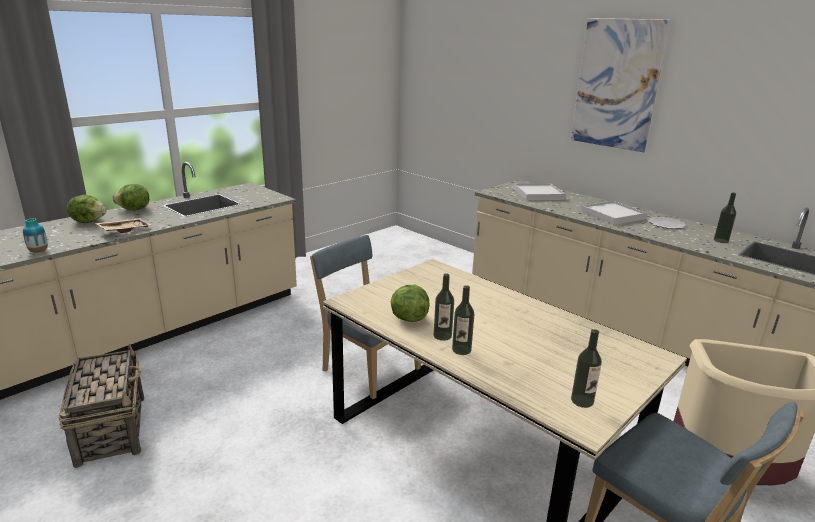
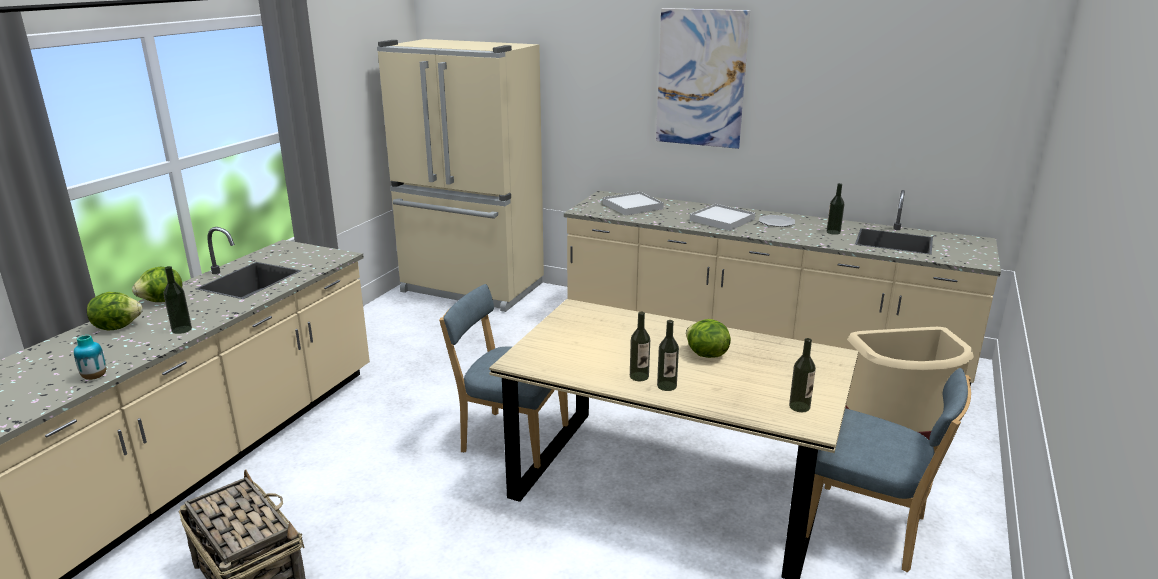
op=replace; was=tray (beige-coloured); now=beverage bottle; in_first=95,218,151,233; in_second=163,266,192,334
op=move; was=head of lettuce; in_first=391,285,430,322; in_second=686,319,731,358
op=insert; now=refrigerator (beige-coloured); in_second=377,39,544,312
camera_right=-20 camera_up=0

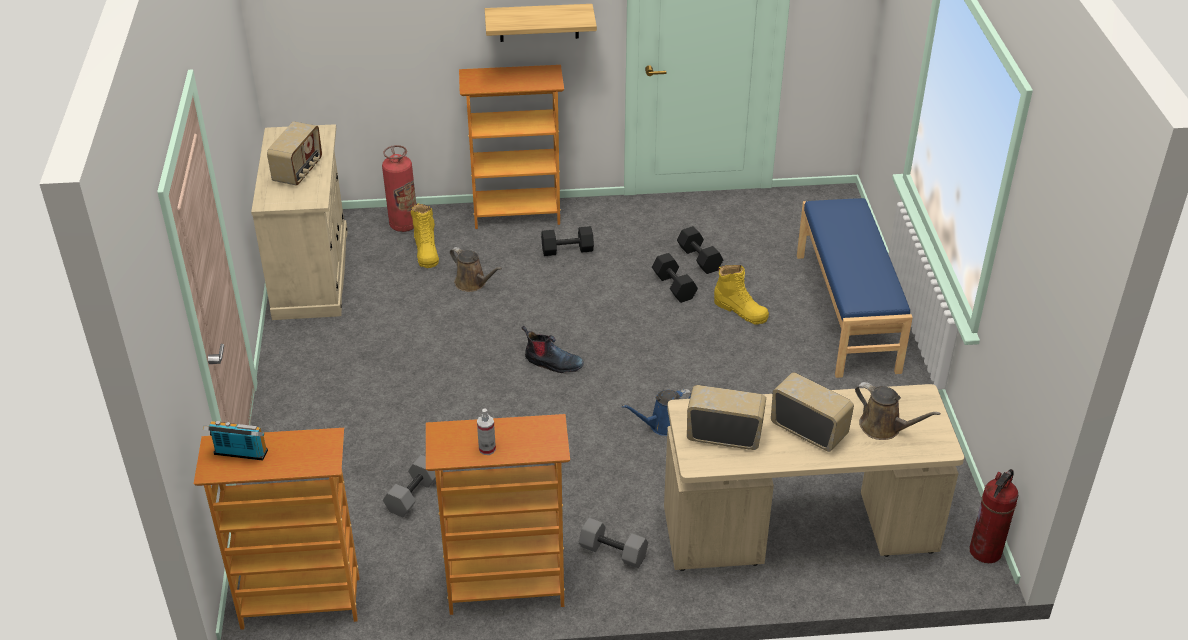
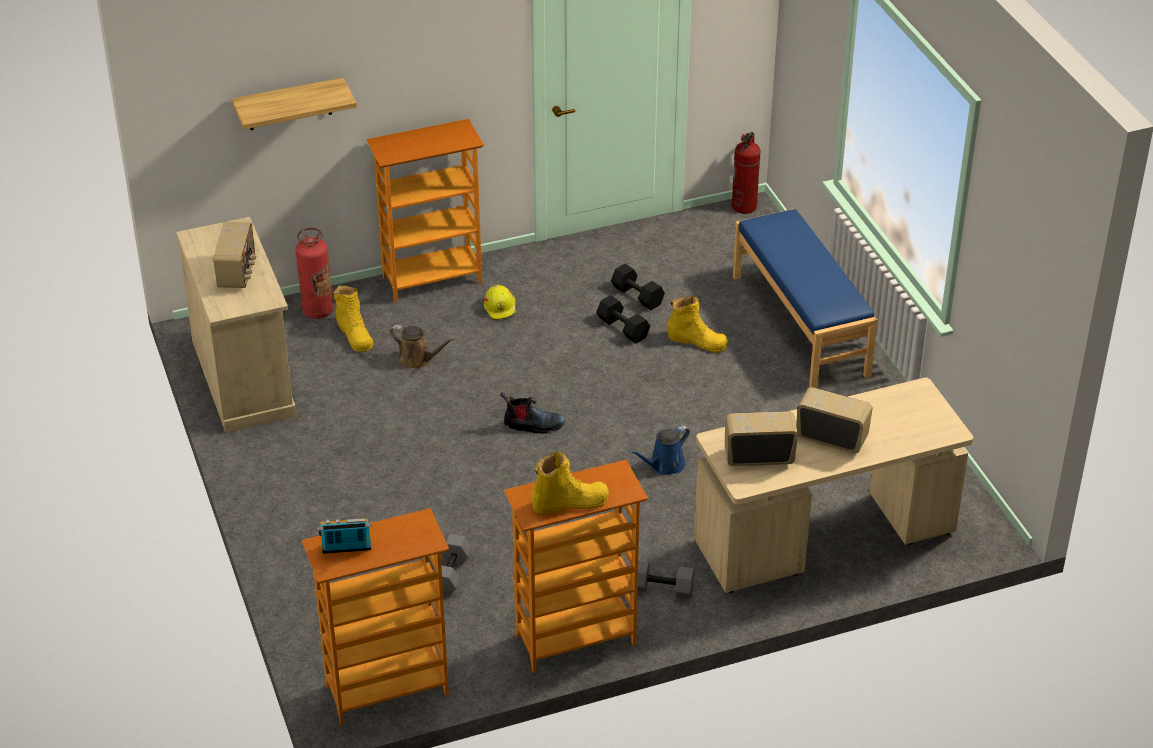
op=replace; was=hand sprayer; now=tall boot (yellowish); in_first=477,408,496,455; in_second=532,452,609,514
op=move; was=shelf; in_first=485,4,597,42; in_second=232,77,357,130
op=replace; was=free weight (black-coloured); now=hard hat (yellowish); in_first=541,226,594,256; in_second=484,285,517,320
op=delete; was=watering can (brown); in_first=855,382,941,440
op=move; was=extinguisher; in_first=970,469,1018,563; in_second=732,132,760,214
camera_right=-15 camera_up=0

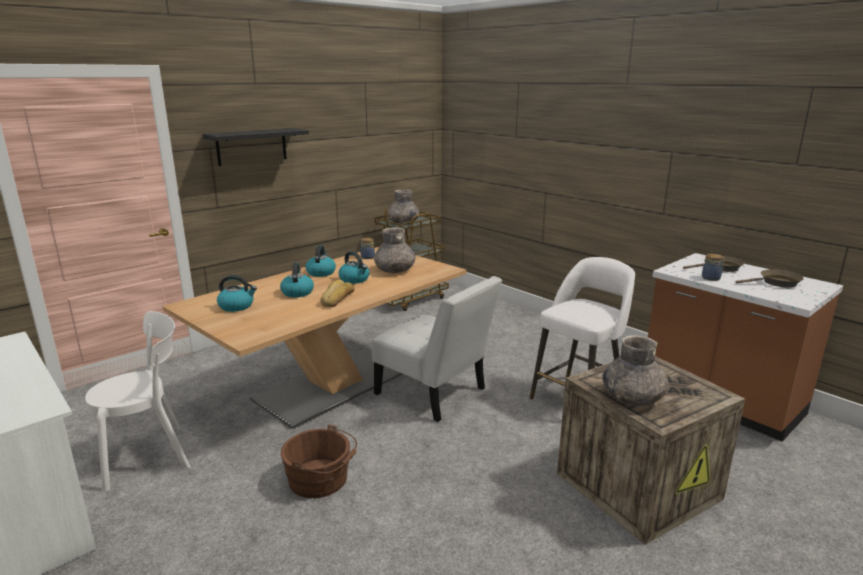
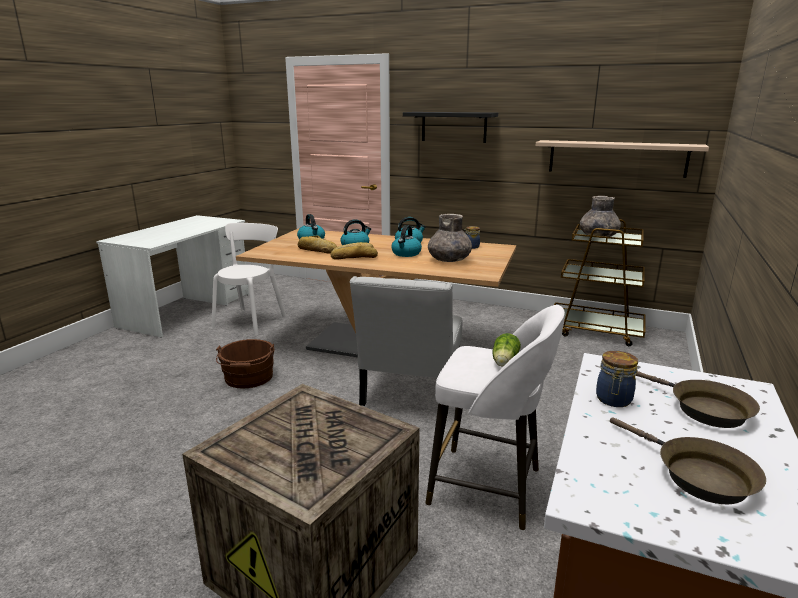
op=rotate; was=chair (white-coloured); in_first=85,311,190,492; in_second=212,223,286,335; clockwise=-105
op=delete; was=flower vase (greyish); in_first=602,335,669,406
op=insert; now=bakery bread; in_second=298,236,337,254
op=insert; now=head of lettuce; in_second=492,333,521,366
op=insert; now=shelf; in_second=535,140,709,178
camera_right=65 camera_up=0

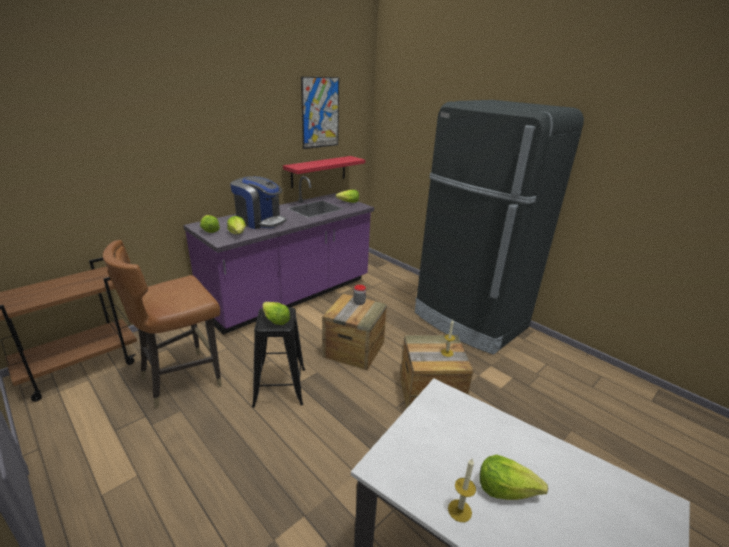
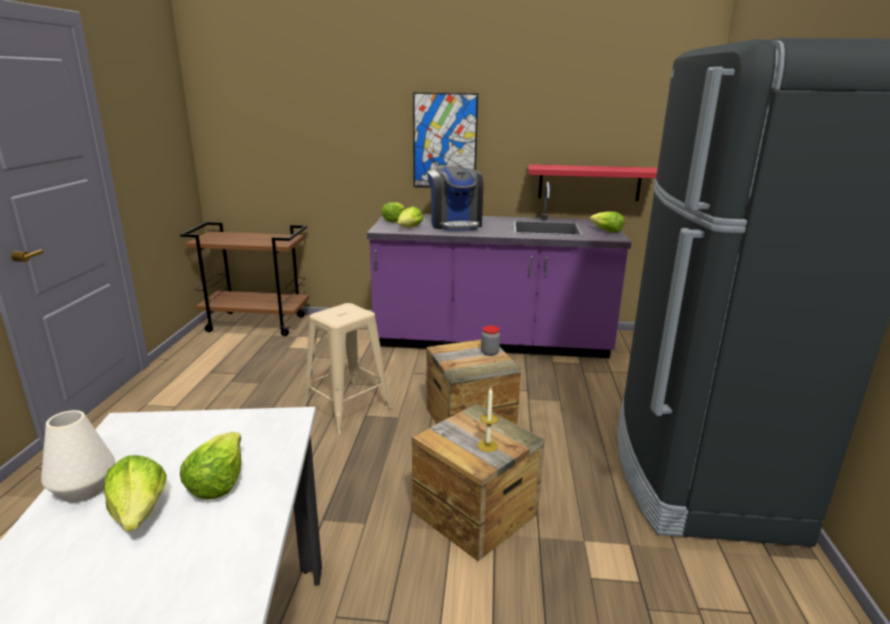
op=delete; was=chair (brown); in_first=103,240,222,408
op=recolor; was=stool (black-coloured); now=stool (beige-coloured); in_first=252,307,305,407; in_second=304,303,392,434
op=move; was=head of lettuce; in_first=262,302,290,325; in_second=180,432,242,500
op=move; was=wall picture; in_first=301,77,339,149; in_second=413,93,478,188
op=replace; was=wax candle; now=flower vase (white-coloured); in_first=448,459,476,522; in_second=41,410,115,503
camera_right=50 camera_up=-5

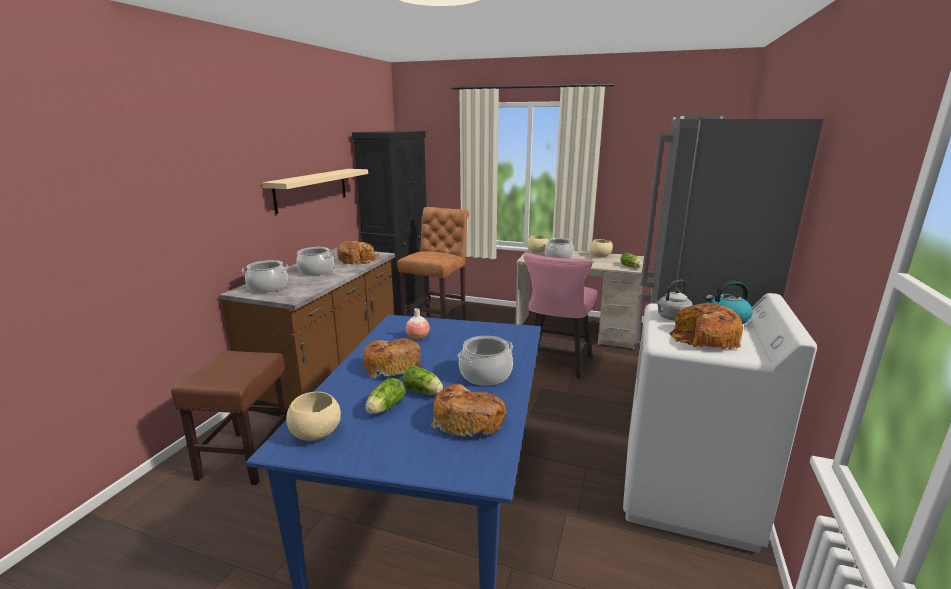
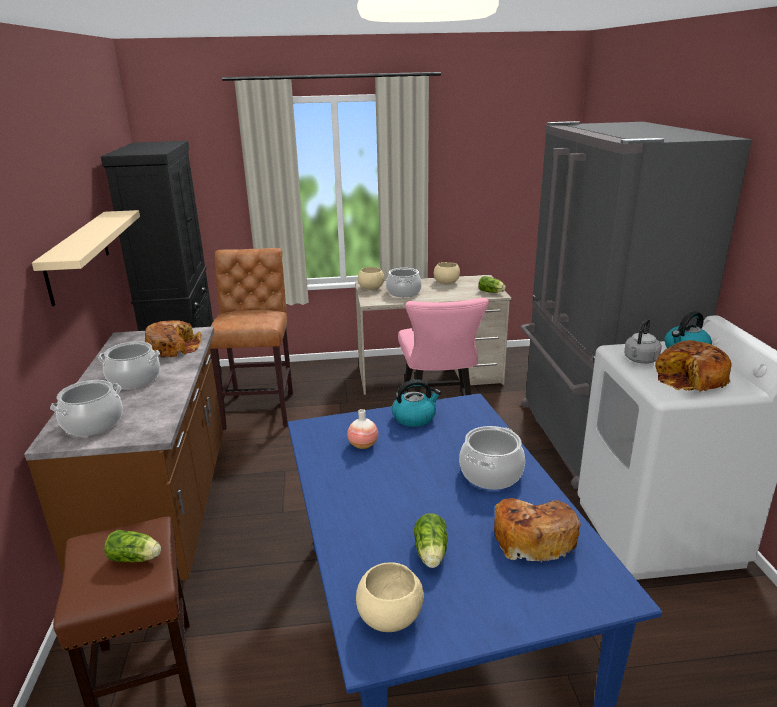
op=delete; was=bakery bread; in_first=363,338,421,378
op=move; was=head of lettuce; in_first=402,365,443,395; in_second=104,530,161,562
op=insert; now=kettle; in_second=392,380,441,427
camera_right=-25 camera_up=5

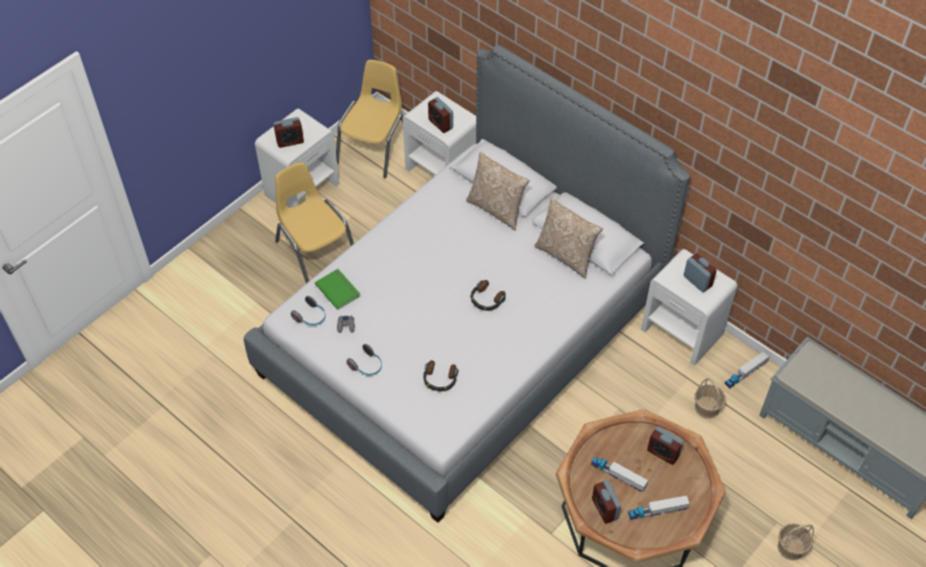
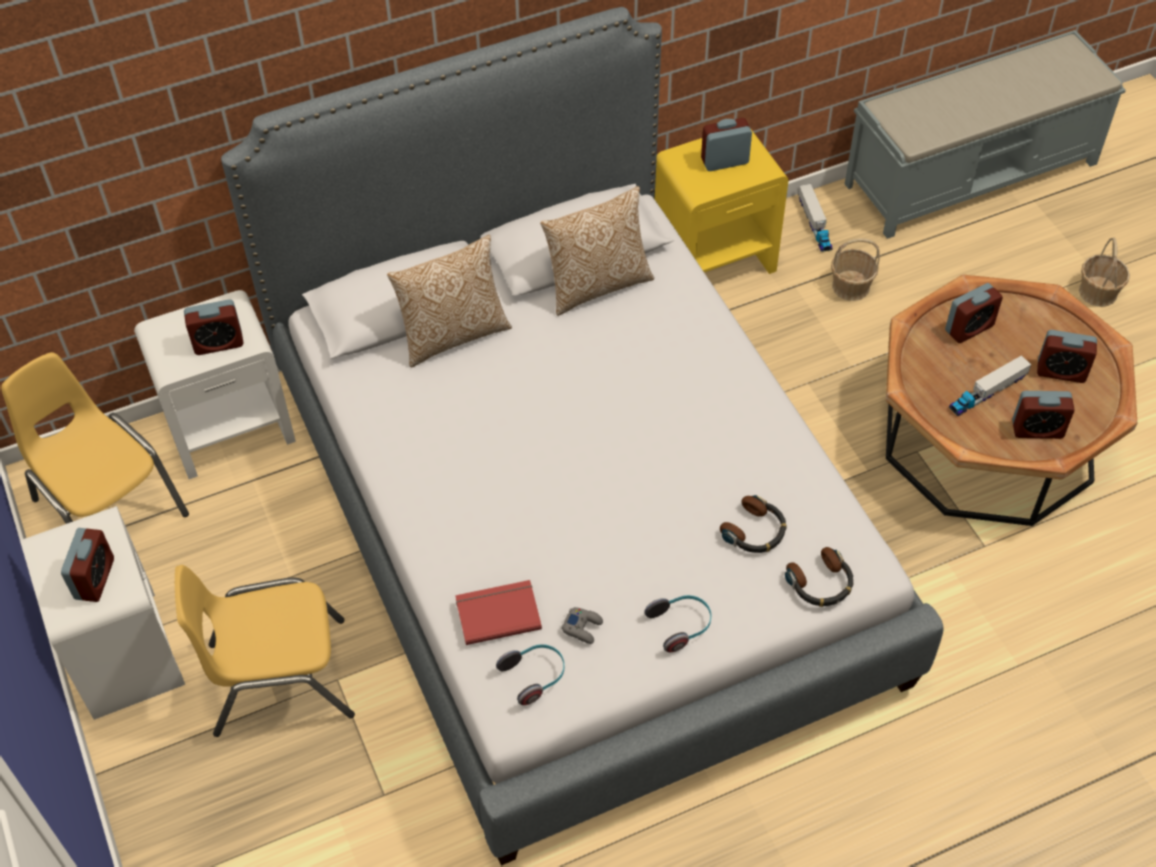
op=recolor; was=book (greenish); now=book (red); in_first=315,269,360,310; in_second=455,580,542,645
op=move; was=pair of headphones; in_first=471,280,506,311; in_second=785,547,854,607
op=replace; was=toy lorry; now=table clock; in_first=628,496,690,520; in_second=1037,330,1097,383
op=recolor; was=night table (white-coloured); now=night table (yellowish); in_first=641,249,738,366; in_second=655,128,789,274
camera_right=-65 camera_up=0

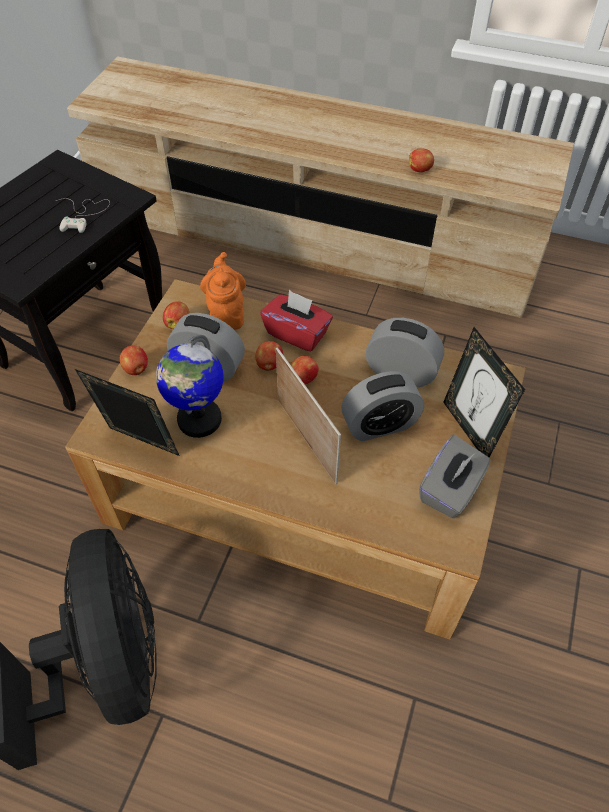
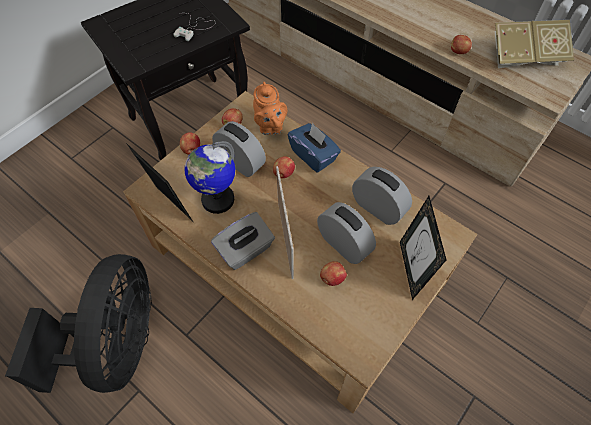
op=rotate; was=tea pot (orangey); in_first=200,252,246,330; in_second=253,82,287,135; clockwise=150
op=recolor; was=tissue holder (red); now=tissue holder (blue-coloured); in_first=260,290,333,352; in_second=288,123,341,173
op=move; was=apple; in_first=291,356,319,384; in_second=320,261,347,286
op=rotate; was=table clock; in_first=341,371,424,441; in_second=317,202,376,264; clockwise=-135
op=move; was=tissue holder (greyish); in_first=419,435,491,518; in_second=211,212,275,270
op=insert; now=book; in_second=495,20,574,68
camera_right=20 camera_up=5

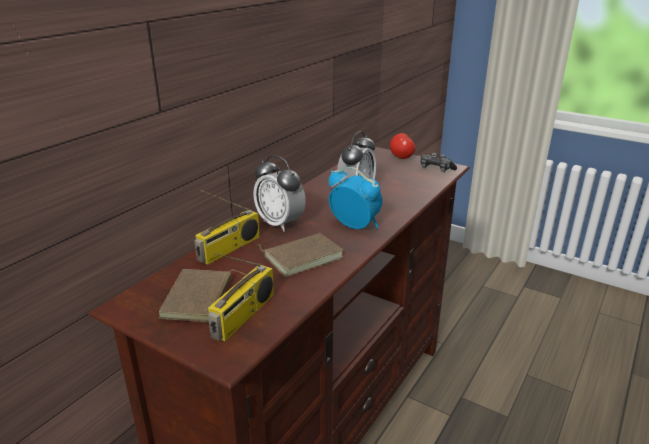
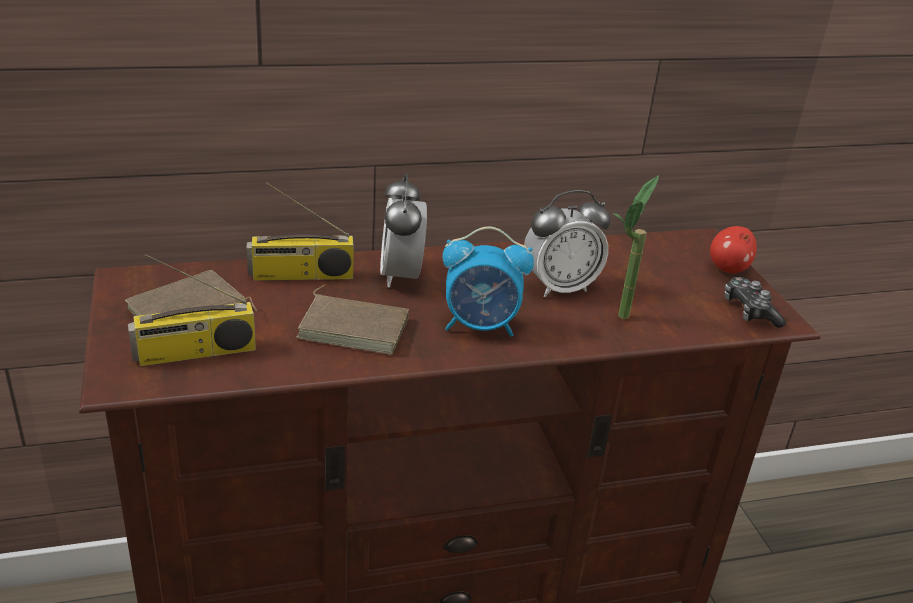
op=rotate; was=table clock; in_first=329,167,382,229; in_second=443,226,534,337; clockwise=105
op=insert; now=potted plant; in_second=613,175,659,319
camera_right=40 camera_up=5

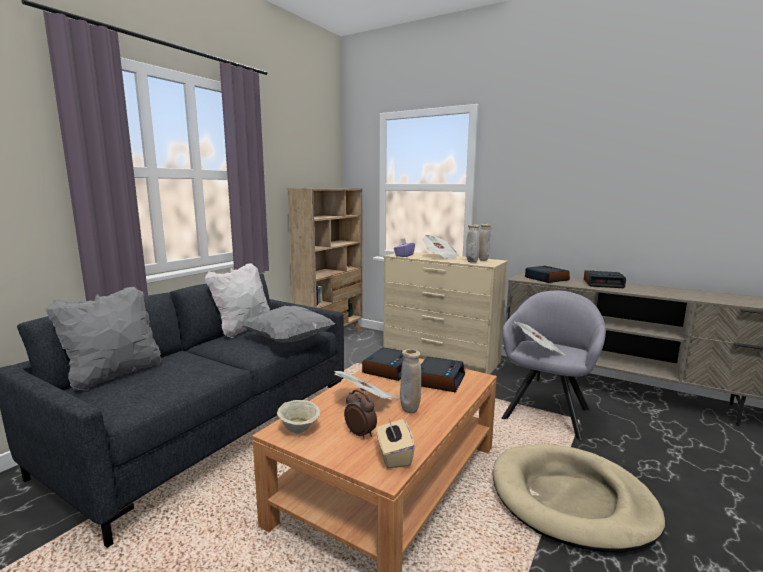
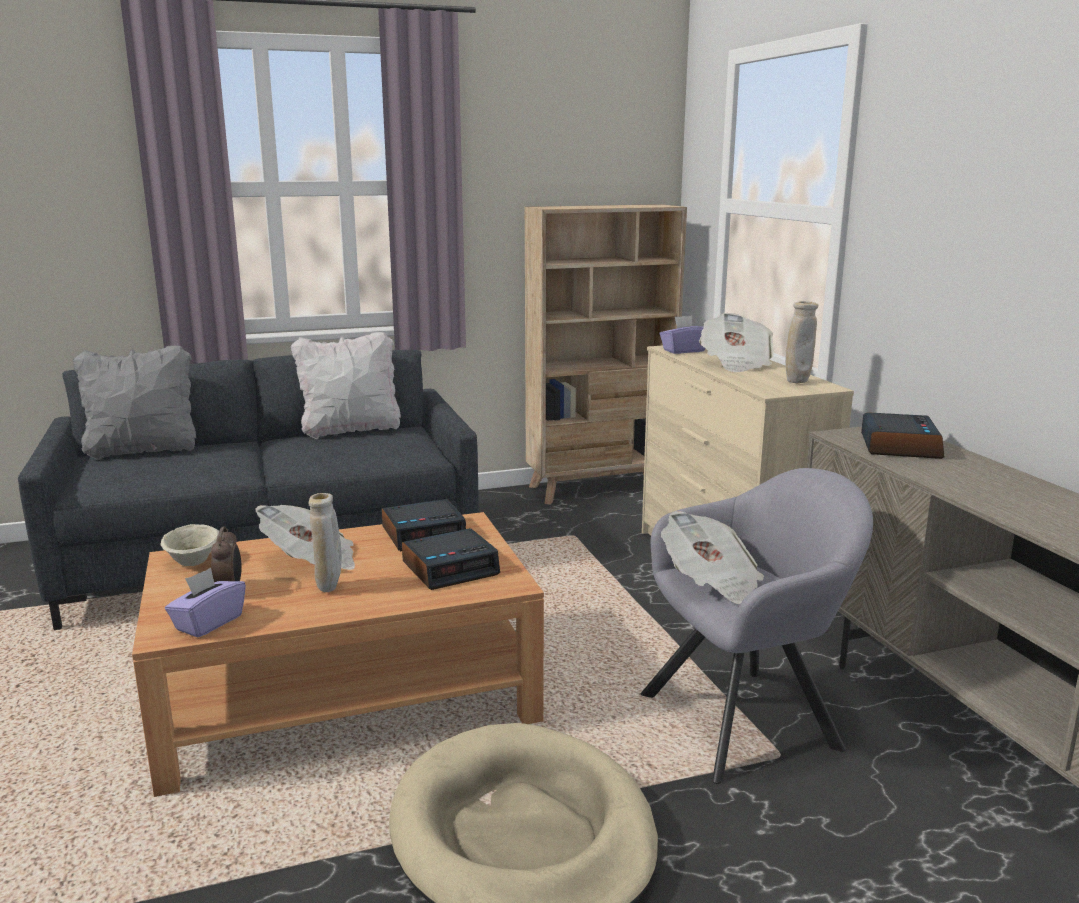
op=delete; was=cushion (greyish); in_first=241,306,335,343
op=recolor; was=tissue holder (beige-coloured); now=tissue holder (purple); in_first=376,419,415,468; in_second=165,568,246,638
op=delete; was=flower vase (beige-coloured); in_first=466,224,479,263
op=delete; was=table clock; in_first=584,271,626,288
camera_right=40 camera_up=5

